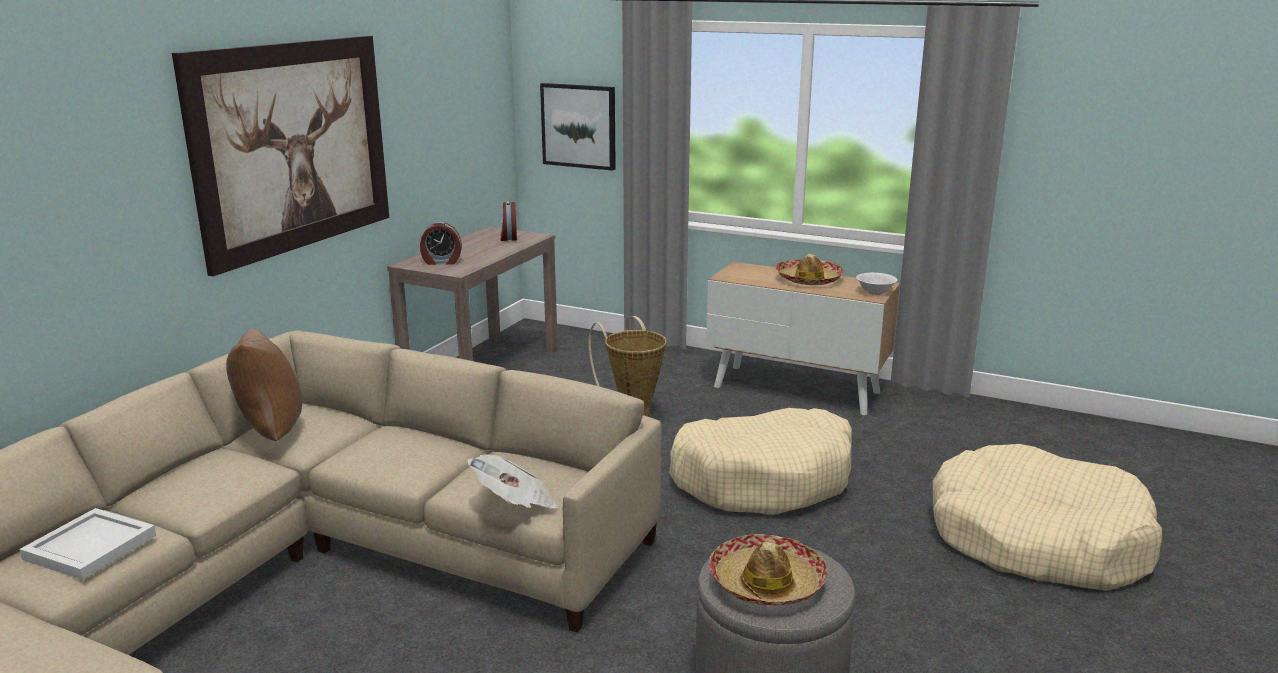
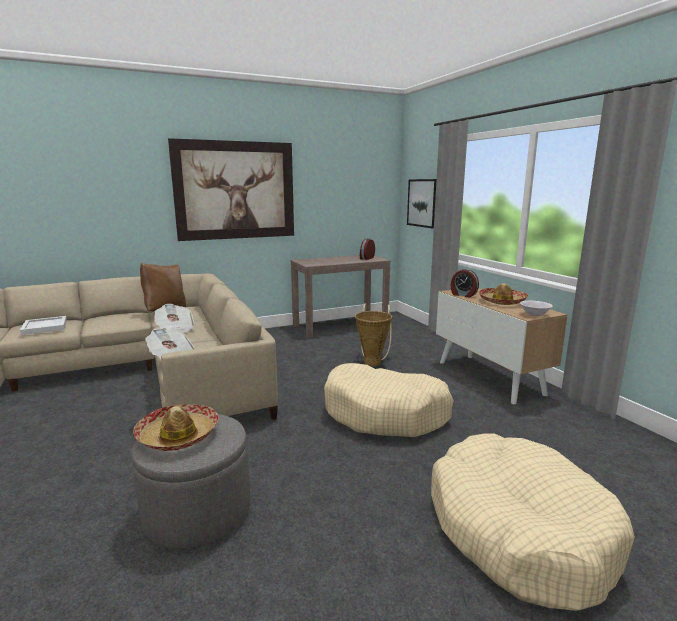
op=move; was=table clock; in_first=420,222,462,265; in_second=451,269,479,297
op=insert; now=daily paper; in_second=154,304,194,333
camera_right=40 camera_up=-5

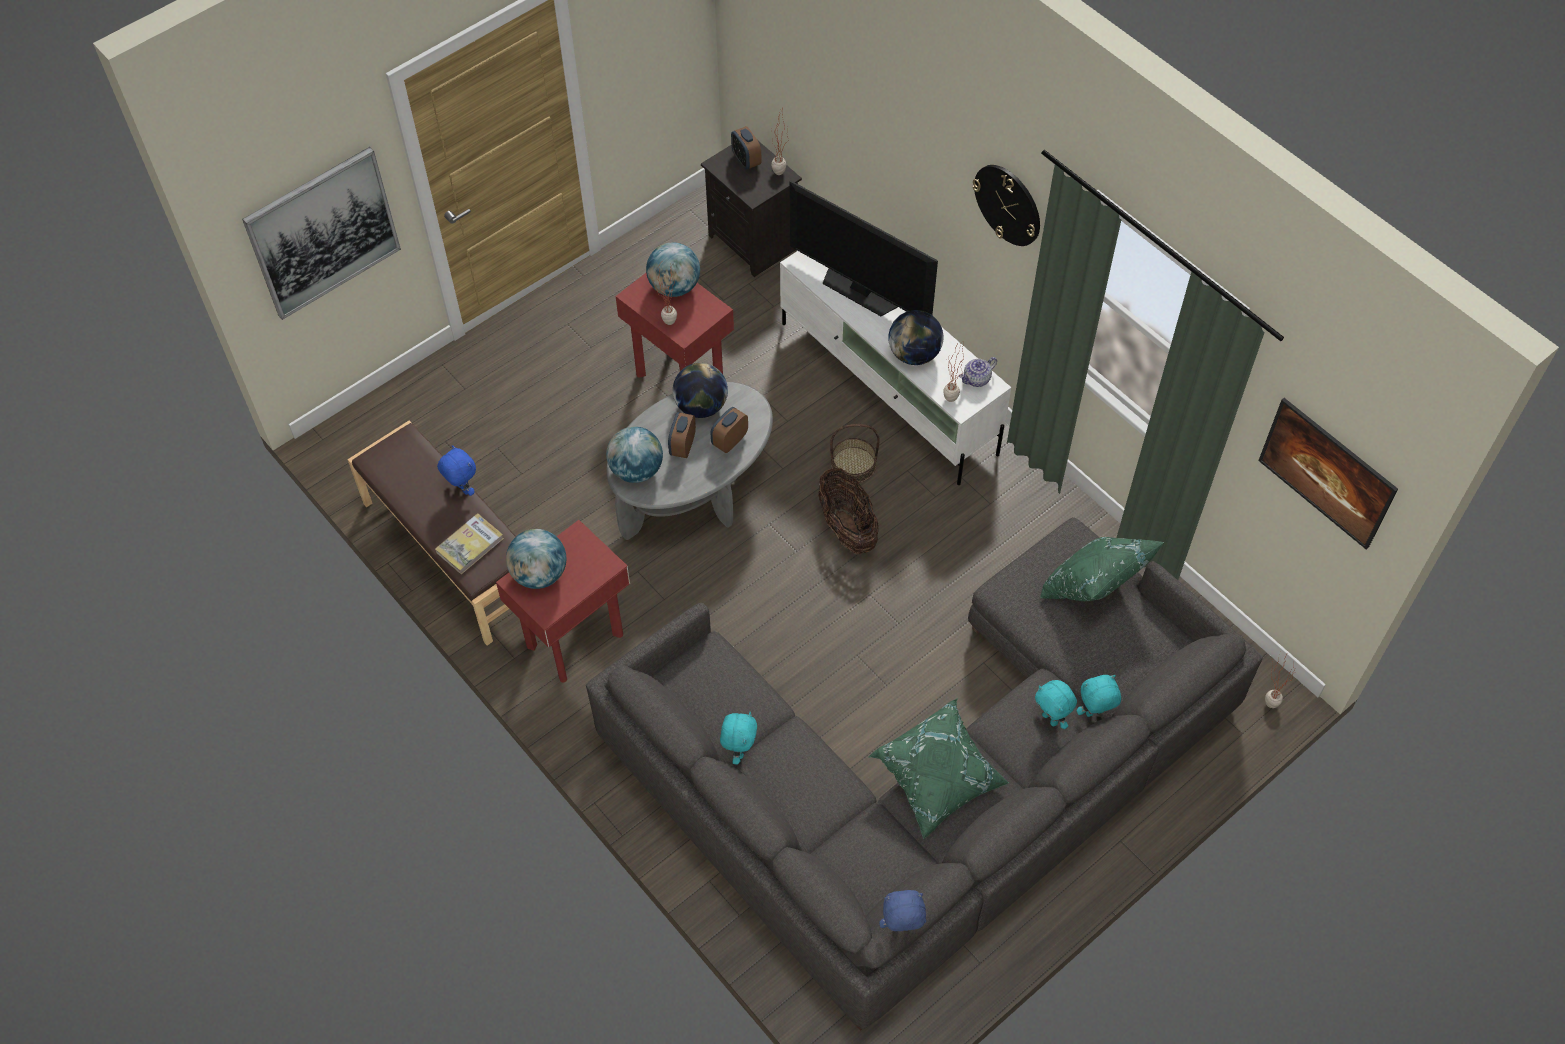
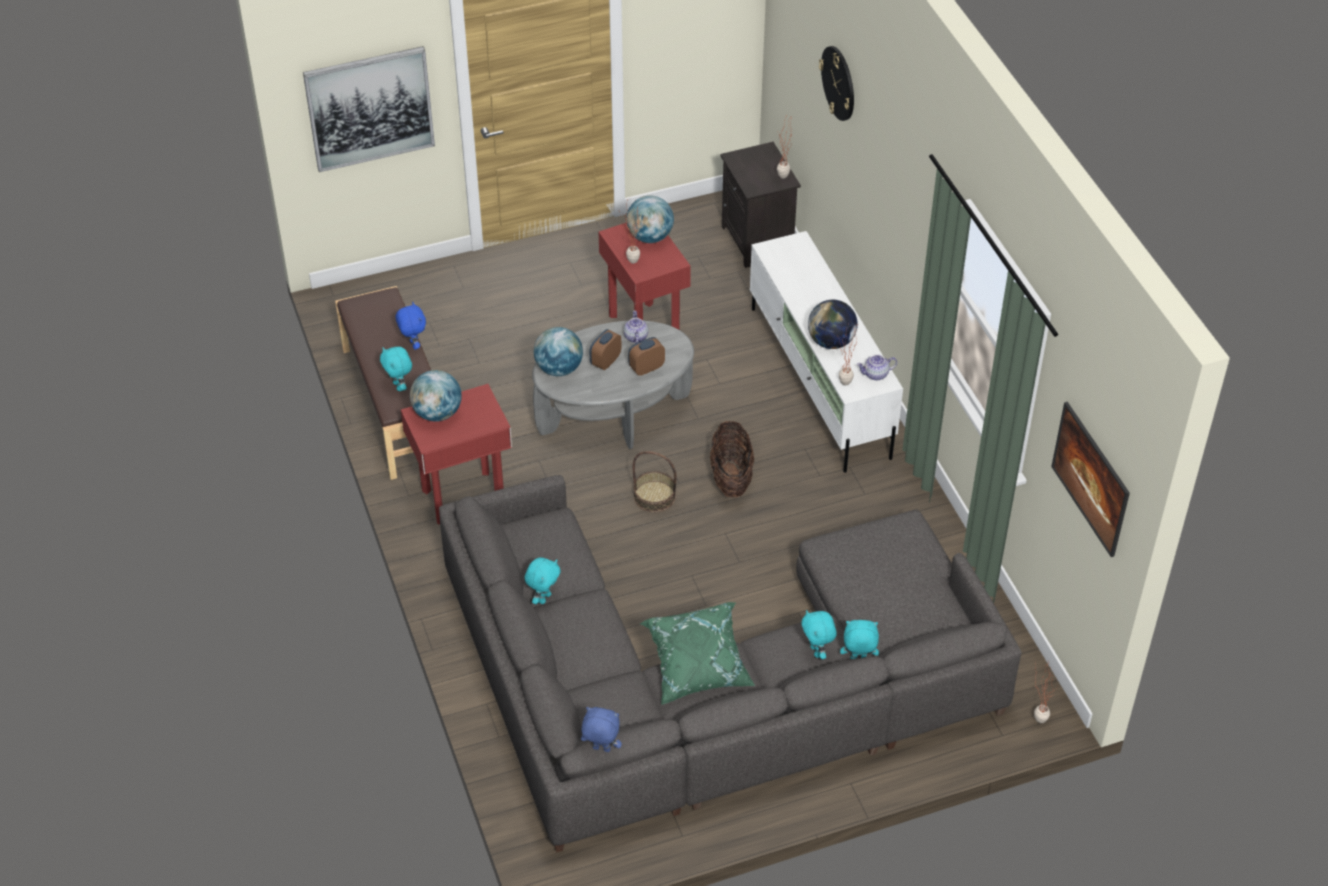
op=replace; was=book; now=soft toy (turquoise); in_first=435,513,504,575; in_second=380,347,412,391
op=replace; was=globe; now=tea pot; in_first=673,363,728,418; in_second=624,310,648,344
op=delete; was=table clock; in_first=731,126,761,170
op=delete; was=TV set; in_first=790,181,938,316
op=move; was=basket; in_first=830,424,880,483; in_second=633,451,677,512
op=move; was=hanging clock; in_first=972,165,1040,246; in_second=819,46,854,121
op=delete; was=cushion (greenish); in_first=1040,537,1164,601
camera_right=20 camera_up=-10

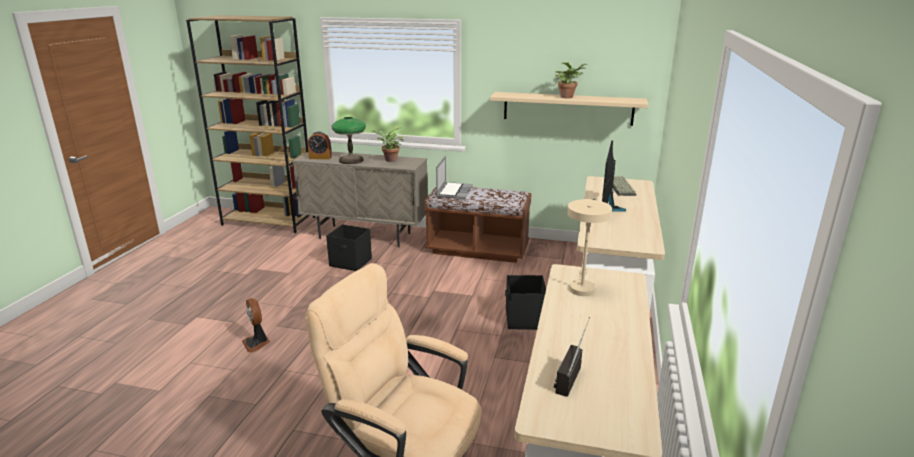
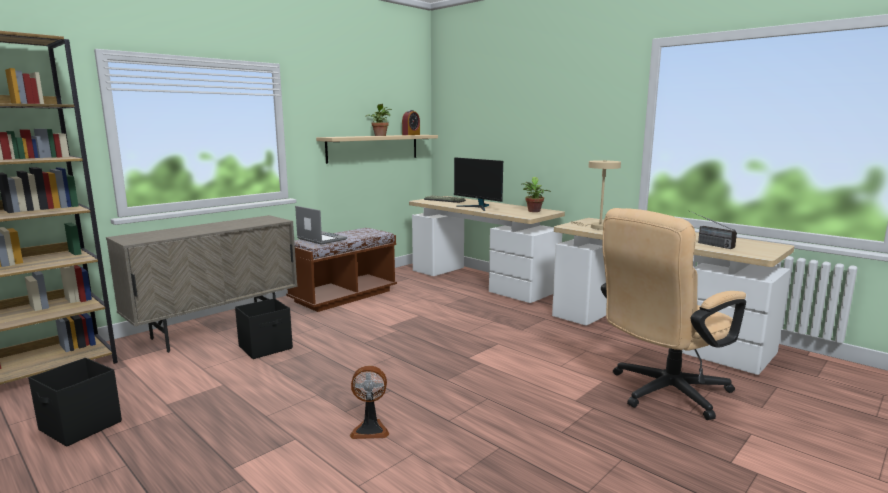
op=move; was=table clock; in_first=308,131,332,159; in_second=402,110,420,135
op=delete; was=tabletop lamp; in_first=332,117,366,164
op=move; was=potted plant; in_first=374,127,404,162; in_second=522,177,551,212
op=move; was=storage box (black-coloured); in_first=505,275,546,330; in_second=28,358,122,447
camera_right=-60 camera_up=-10

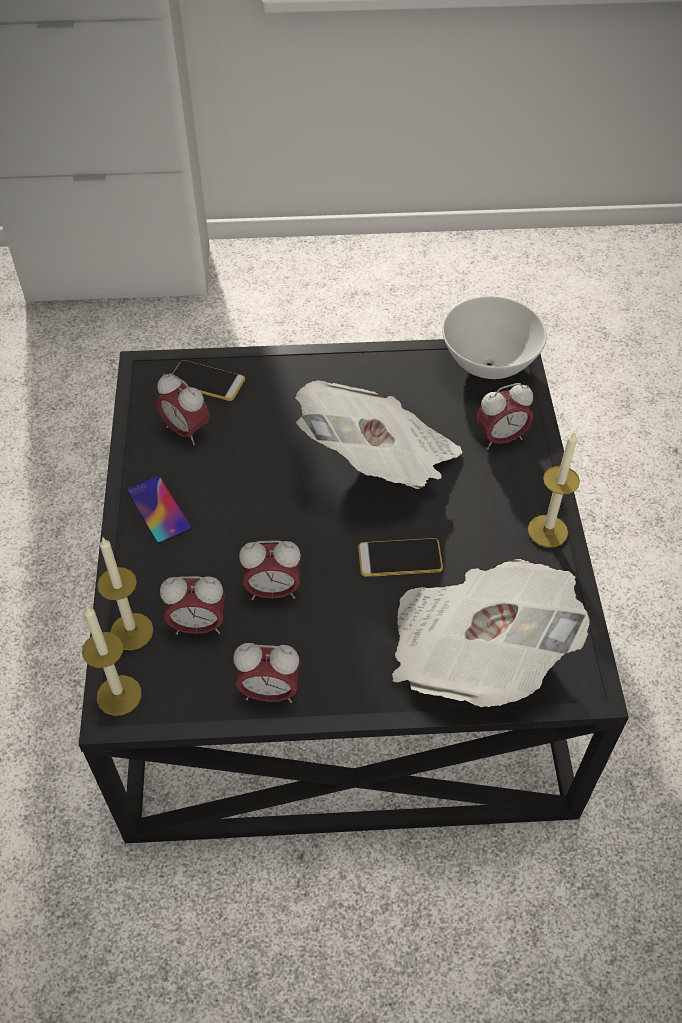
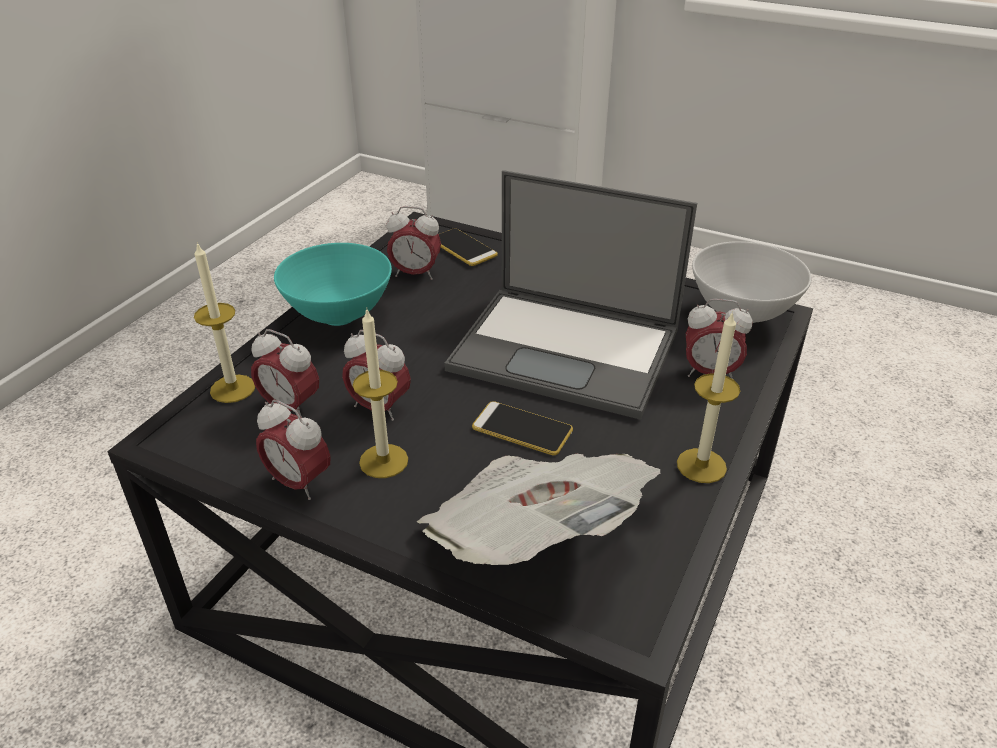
op=move; was=wax candle; in_first=82,606,141,716; in_second=353,308,408,478
op=replace; was=phone; now=bowl (turquoise); in_first=127,476,192,544; in_second=274,243,392,326
op=rotate; was=table clock; in_first=156,373,210,445; in_second=386,206,441,280; clockwise=-60
op=replace; was=daily paper; now=laptop; in_first=296,380,463,489; in_second=444,170,697,420
camera_right=30 camera_up=-15

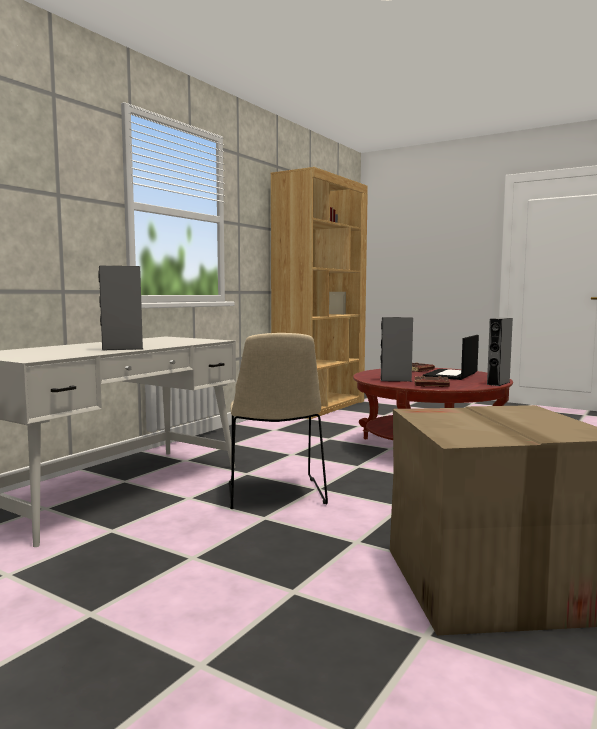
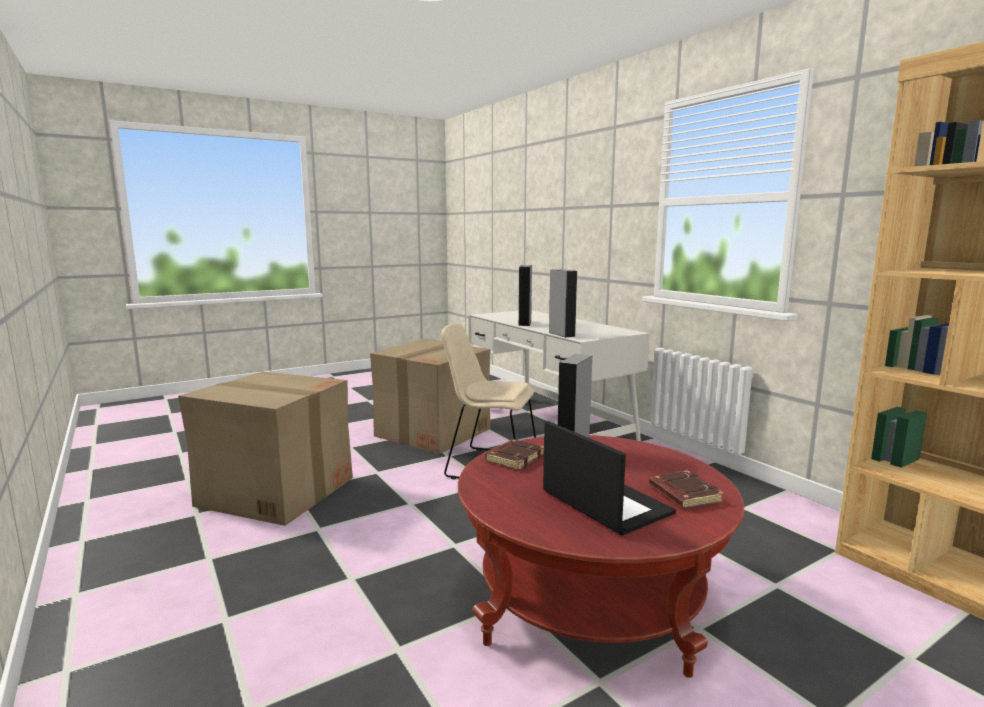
op=move; was=loudspeaker (greyish); in_first=487,318,513,386; in_second=549,269,577,338
op=insert; now=cardboard box; in_second=370,339,491,454
camera_right=115 camera_up=5

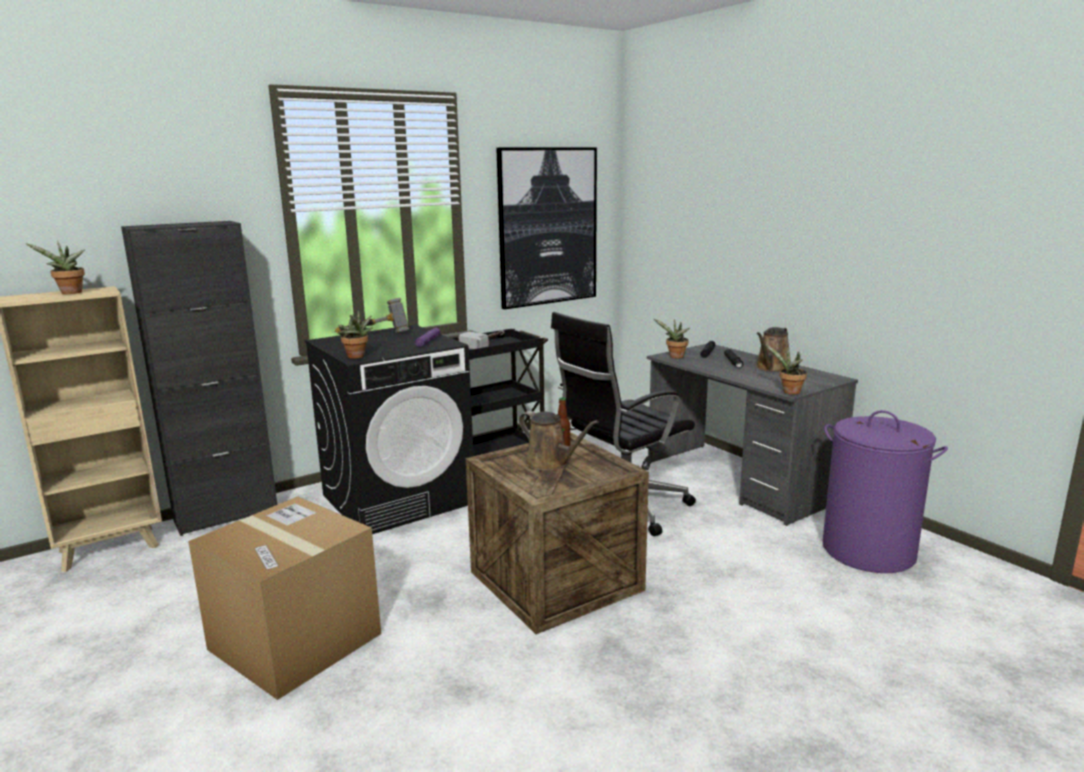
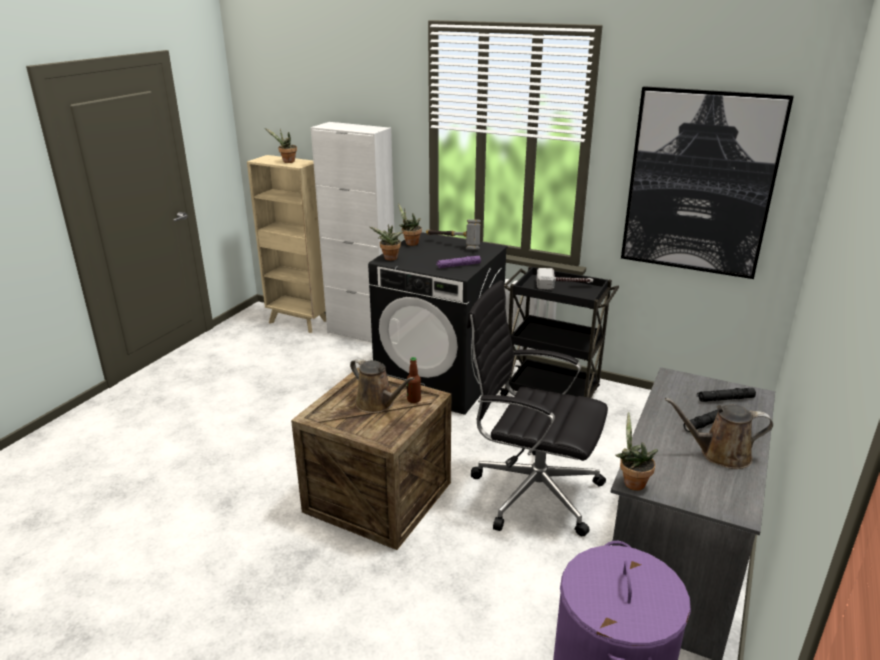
op=recolor; was=cupboard (black-coloured); now=cupboard (white-coloured); in_first=121,221,277,536; in_second=311,122,394,343
op=delete; was=cardboard box; in_first=188,497,381,700
op=rotate; was=watering can (brown); in_first=519,411,599,471; in_second=350,358,415,413; clockwise=-60
op=move; was=potted plant; in_first=654,319,690,359; in_second=398,203,422,246
camera_right=60 camera_up=10

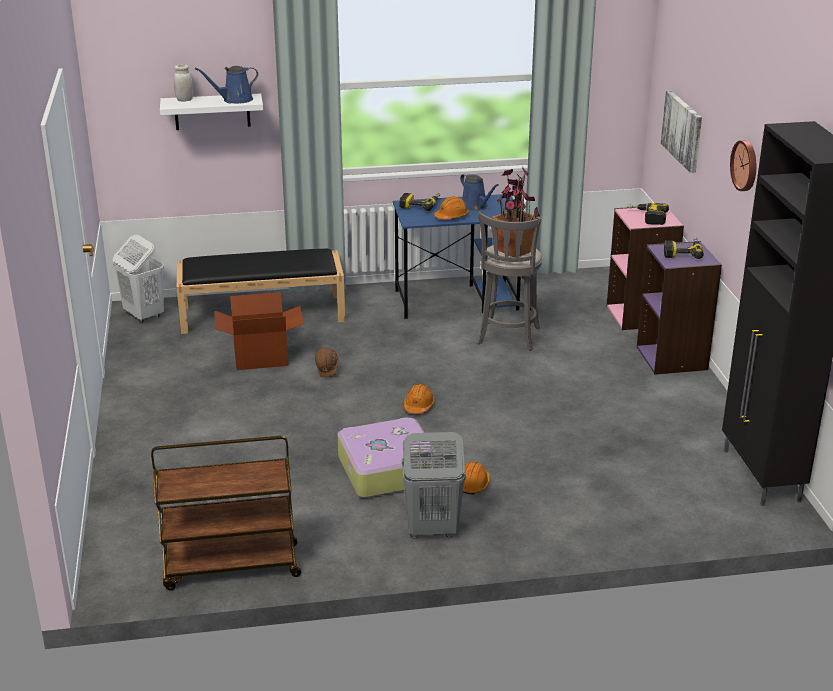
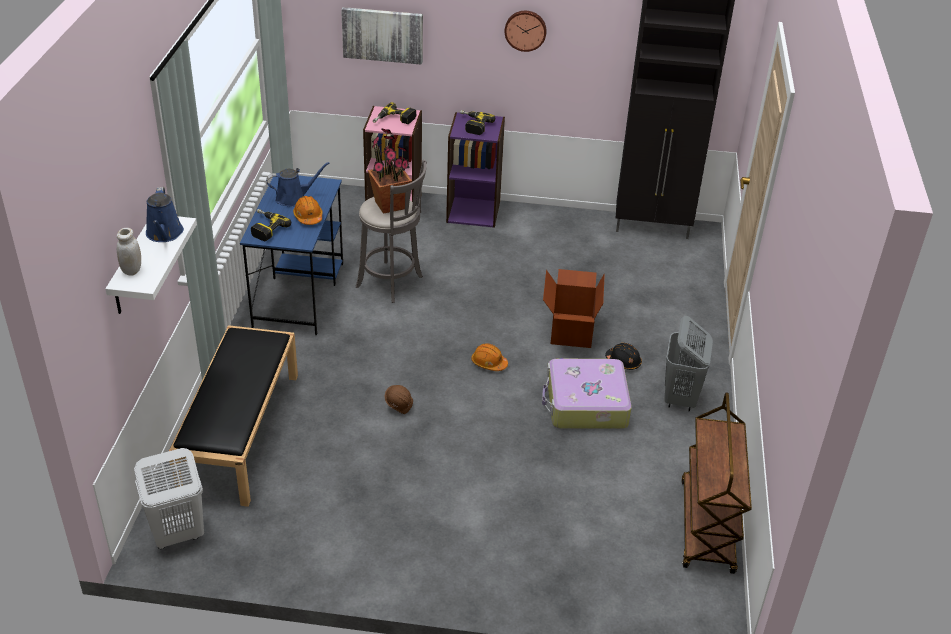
op=move; was=cardboard box; in_first=214,292,304,370; in_second=543,269,605,348
op=recolor; was=hard hat (orangey); now=hard hat (black-coloured); in_first=463,461,490,495; in_second=605,343,642,370
camera_right=-75 camera_up=10

